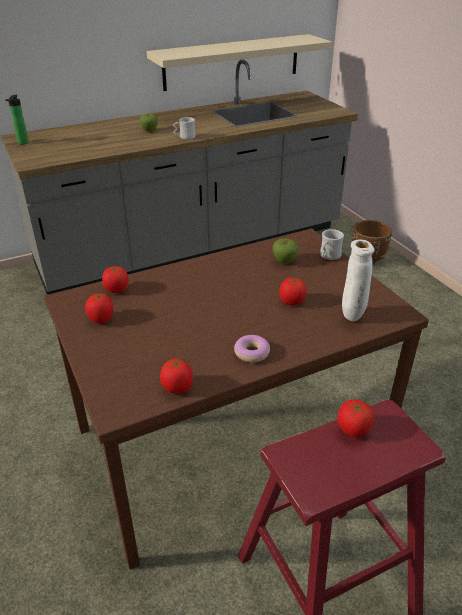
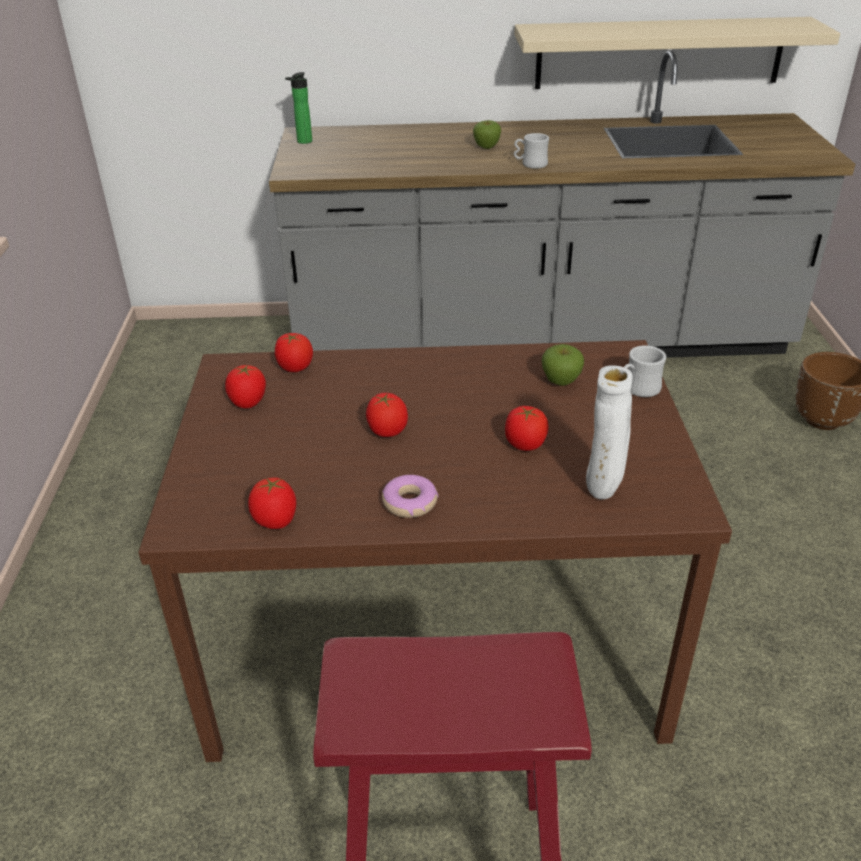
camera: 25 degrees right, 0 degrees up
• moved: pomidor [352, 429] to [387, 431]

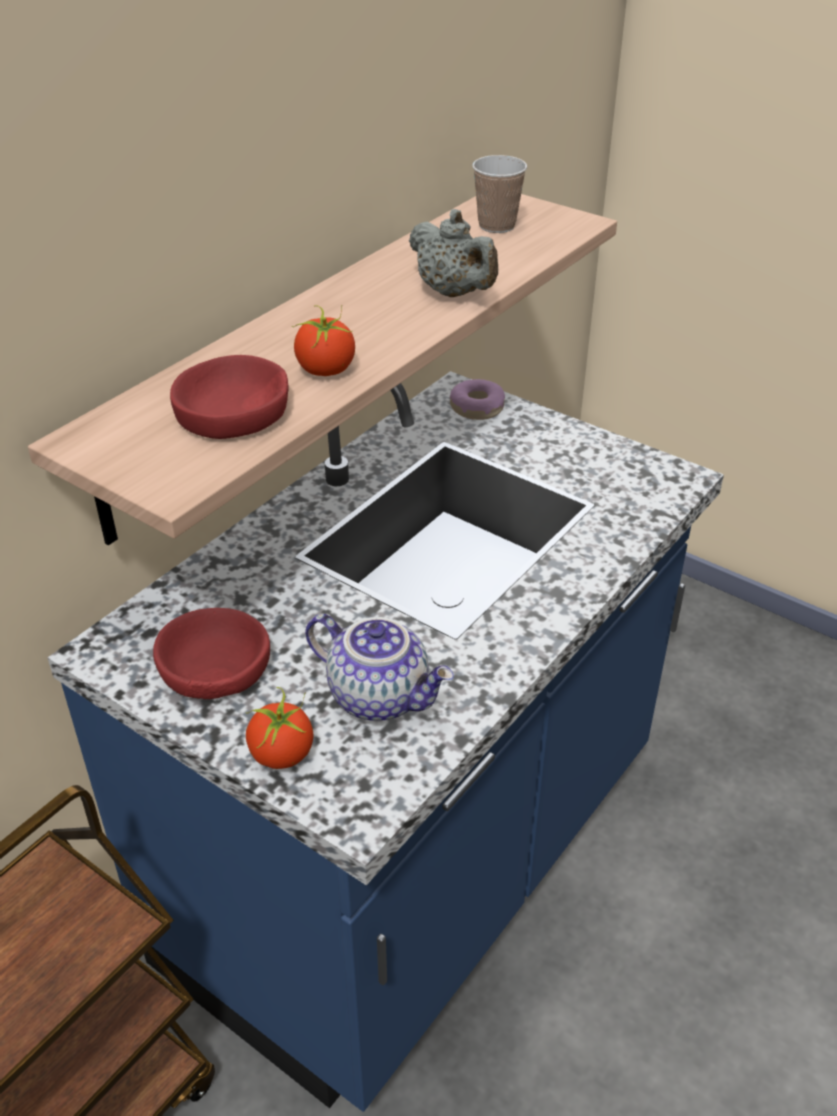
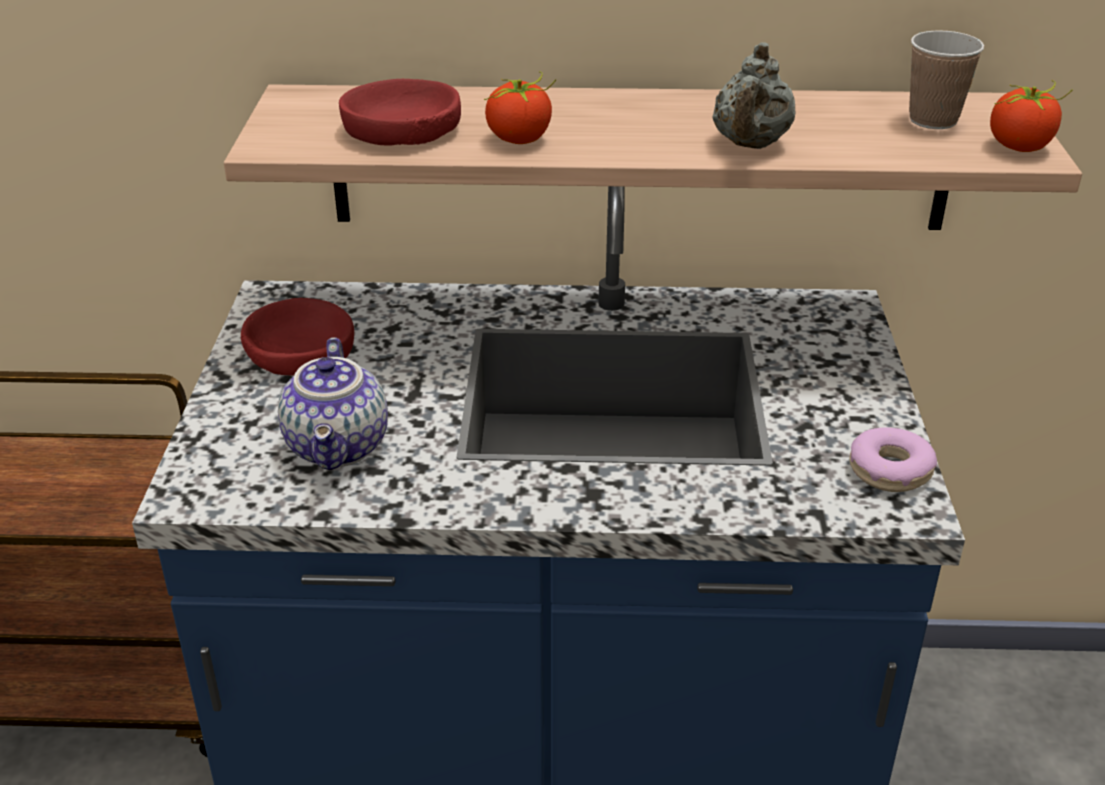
camera: 55 degrees right, 5 degrees down
• moved: donut [477, 407] to [890, 470]
• moved: pomidor [282, 754] to [1019, 146]

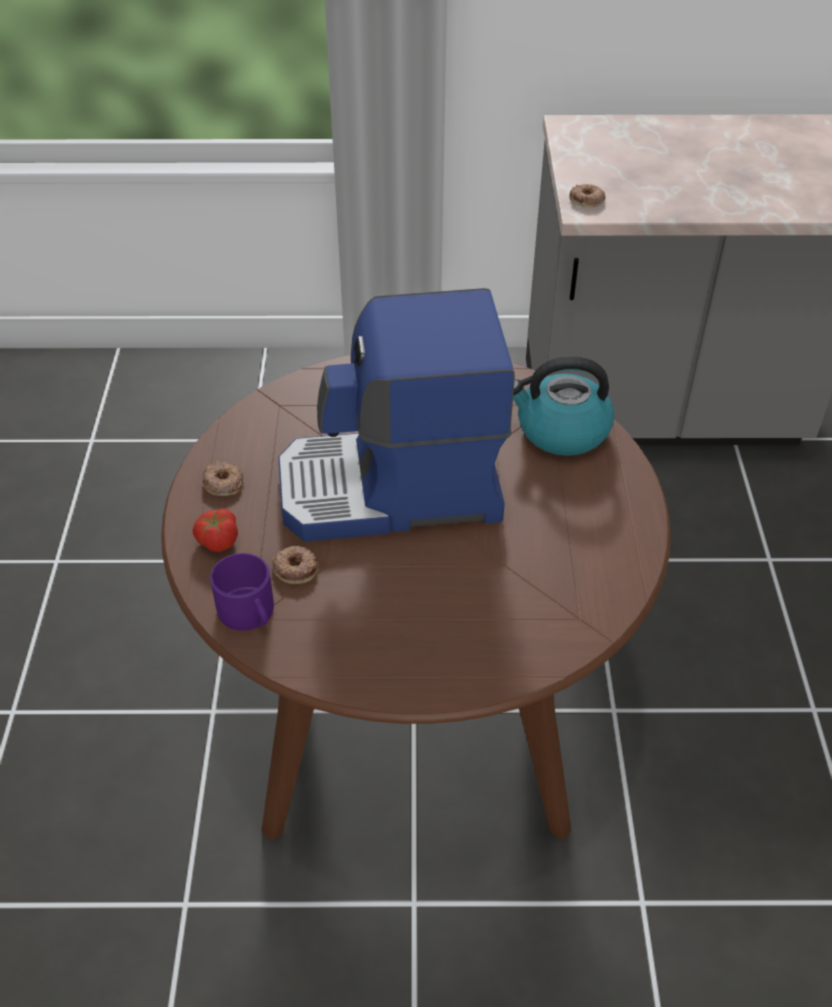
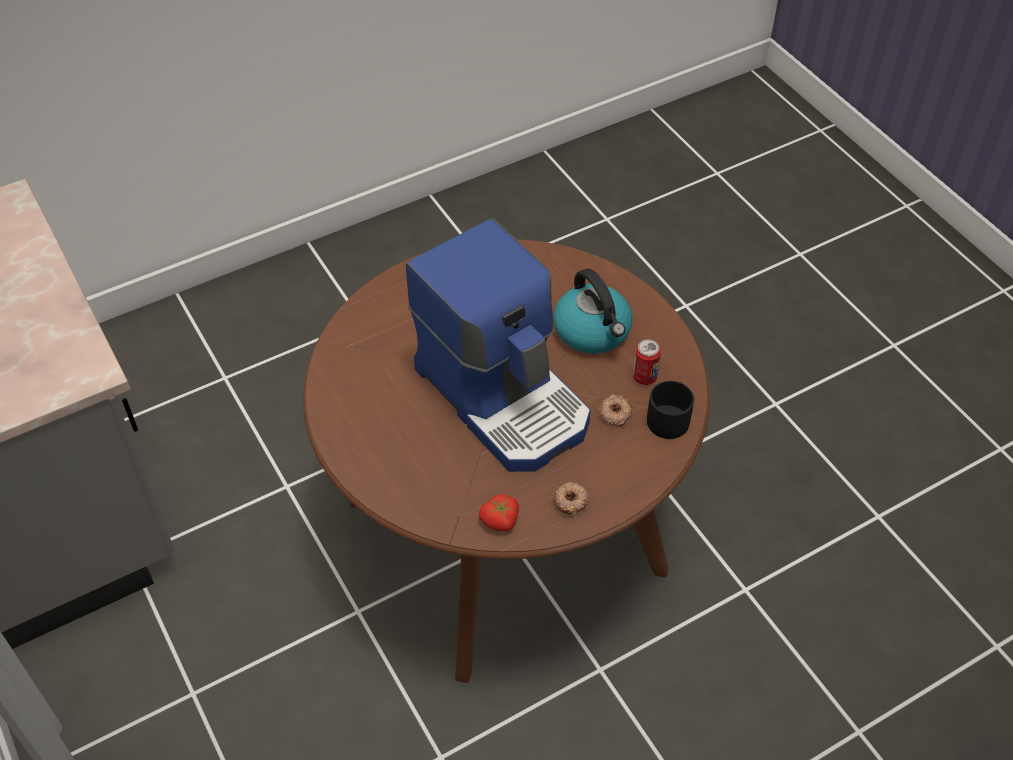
camera: 120 degrees left, 5 degrees up
• removed: donut [587, 200]
• moved: czajnik [561, 431] to [593, 331]
• moved: pomidor [217, 540] to [500, 521]
• recoloured: kubek [fioletowy] [249, 613] to kubek [czarny] [670, 417]
• added: puszka [644, 377]

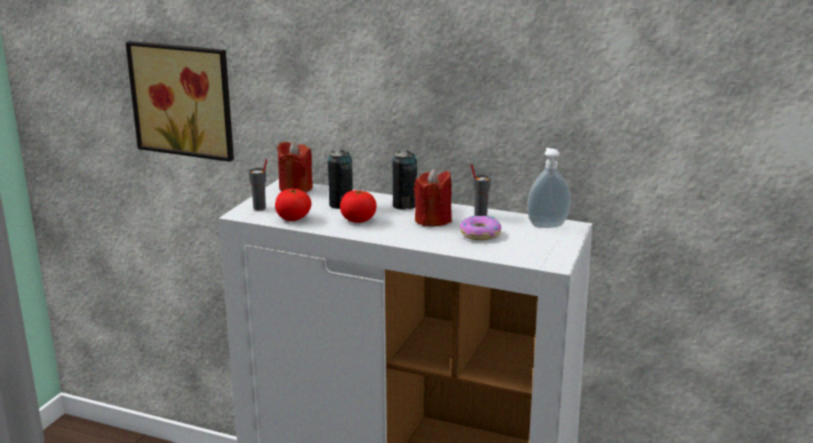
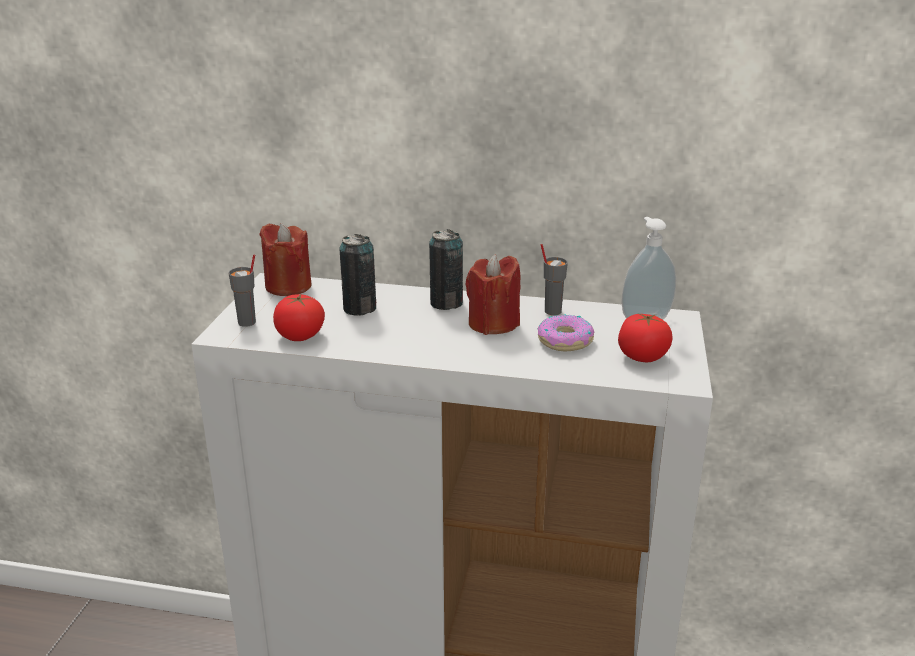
camera: 10 degrees left, 5 degrees up
• removed: obraz [184, 99]
• moved: pomidor [358, 220] to [642, 356]

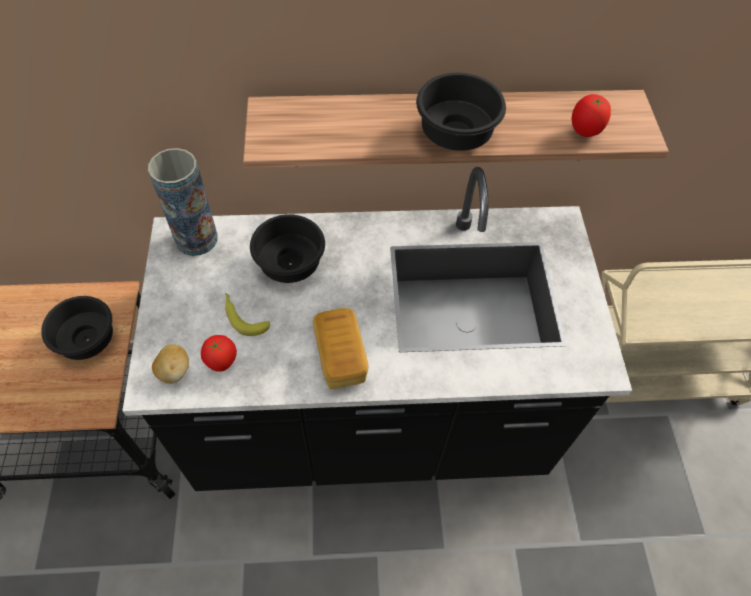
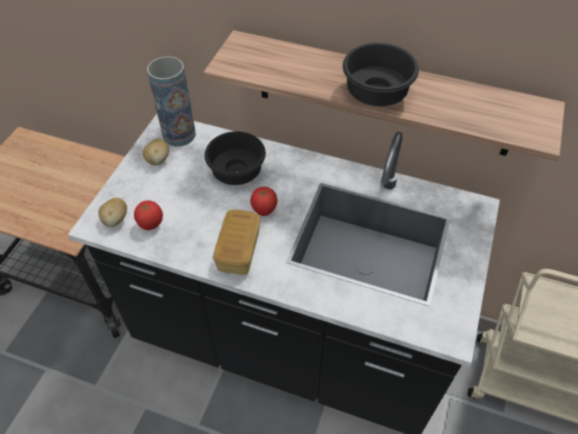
camera: 25 degrees right, 5 degrees down
• moved: pomidor [584, 132] to [264, 211]
• removed: banan [243, 316]
• removed: miska [czarny] [88, 338]
• added: ziemniak [158, 160]

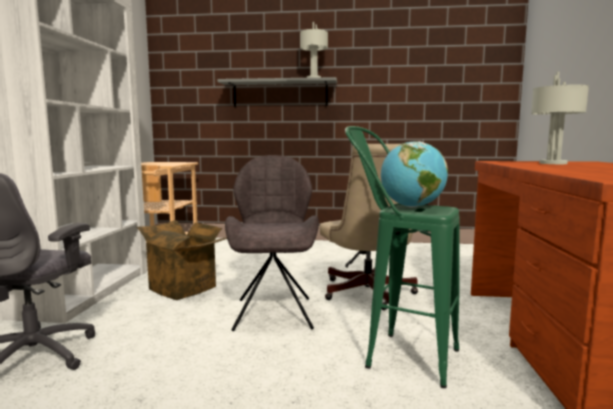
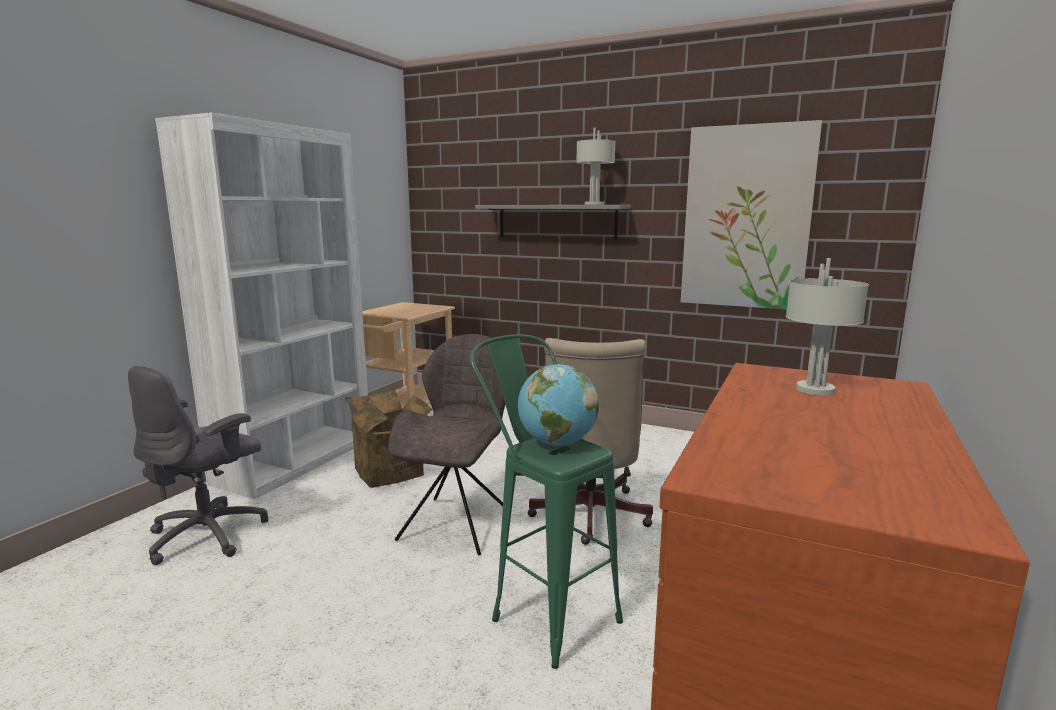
camera: 20 degrees right, 5 degrees up
• added: obraz [746, 218]

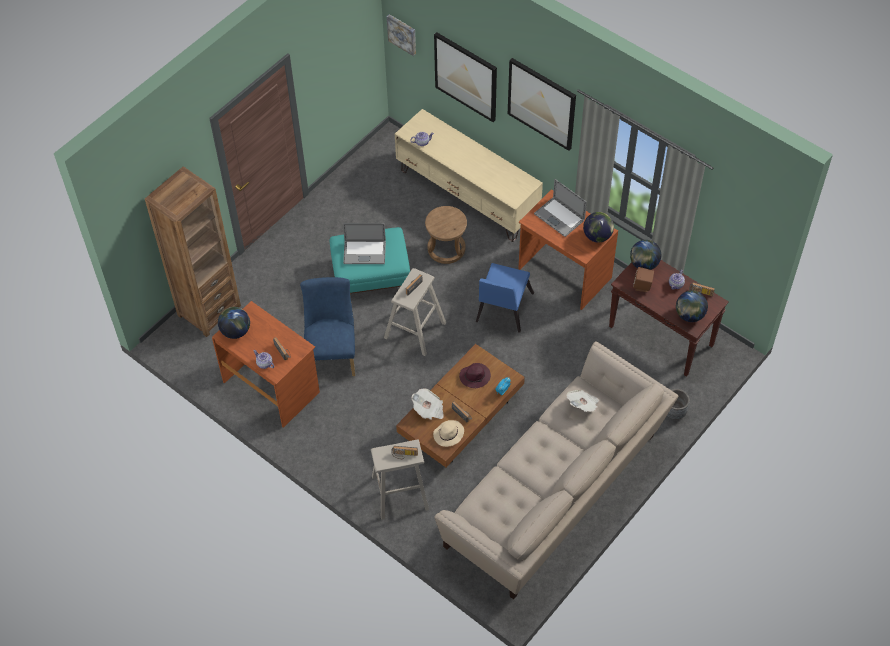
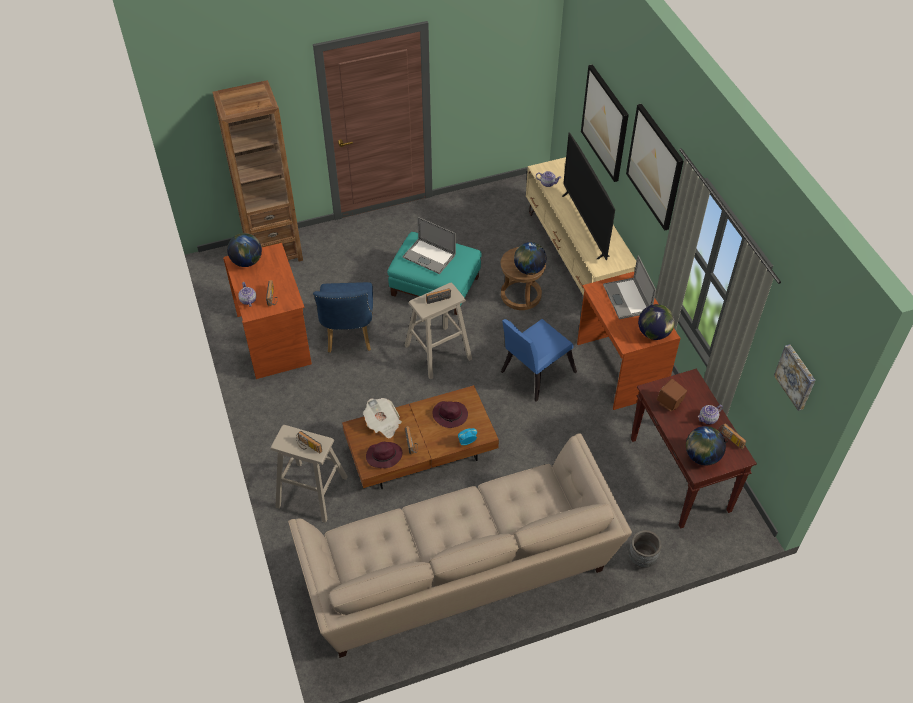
camera: 30 degrees right, 5 degrees down
• moved: obraz [402, 34] to [796, 376]
• moved: globus [644, 264] to [529, 269]
• turned: krzesło [niebieski] [332, 353] = [348, 336] 150 degrees clockwise
• removed: gazeta [583, 405]
• recoloured: kapelusz [beżowy] [448, 435] to kapelusz [fioletowy] [383, 456]
• added: telewizor [585, 225]

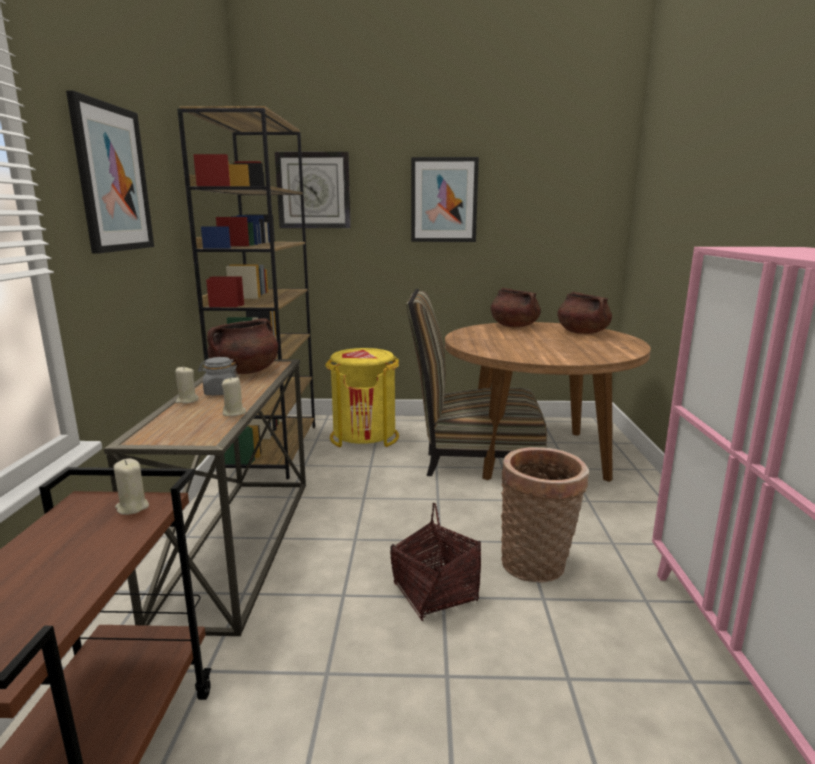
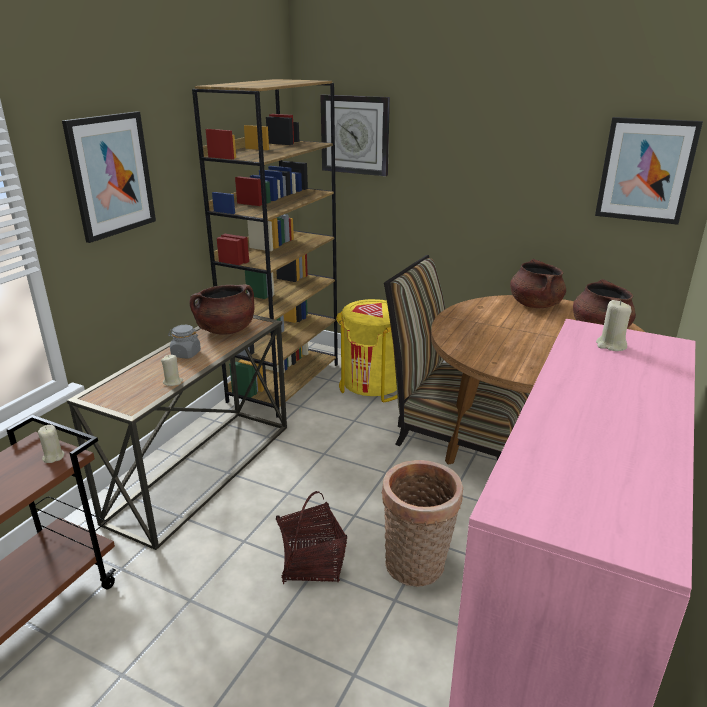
camera: 25 degrees right, 10 degrees up
• moved: obraz [444, 200] to [645, 170]
• moved: świeca [beżowy] [187, 400] to [611, 345]

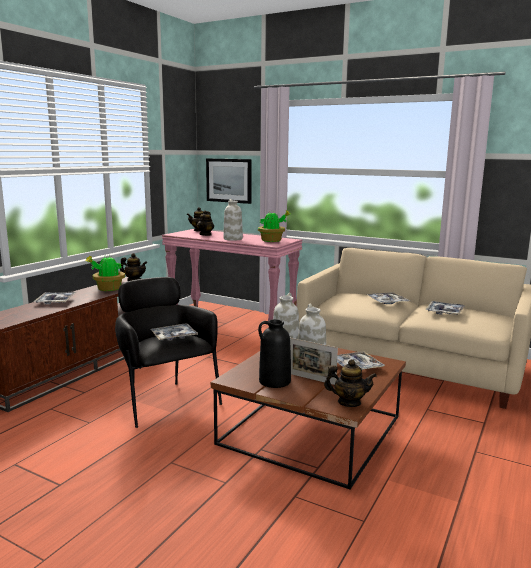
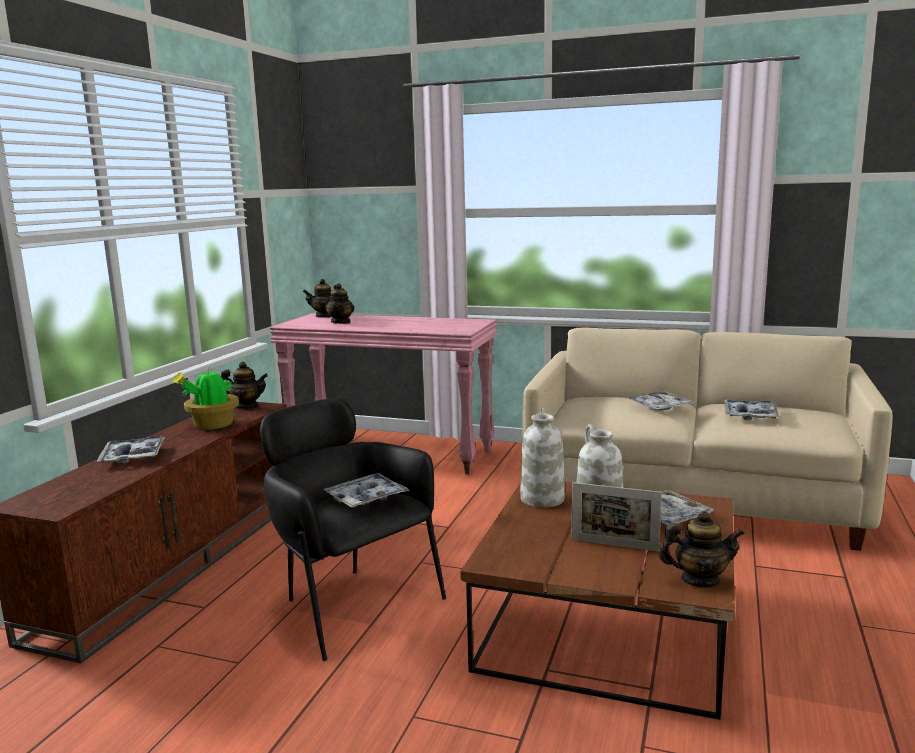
camera: 10 degrees left, 0 degrees up
• removed: obraz [229, 180]
• removed: wazon [biały] [232, 239]
• removed: roślina doniczkowa [272, 241]
• removed: wazon [czarny] [274, 381]

